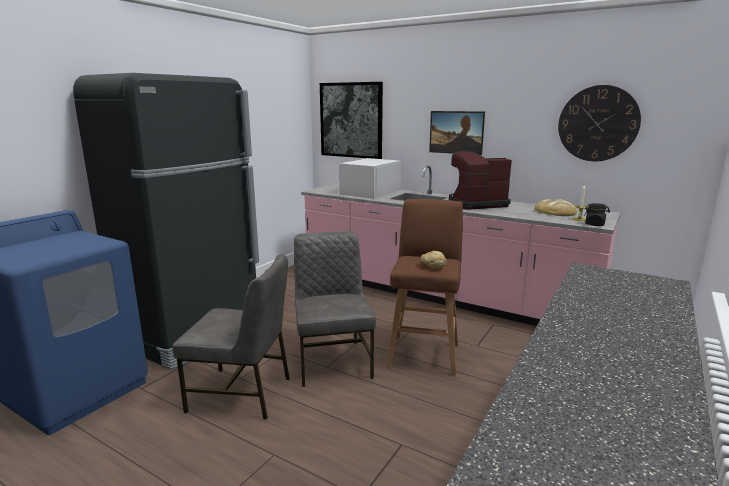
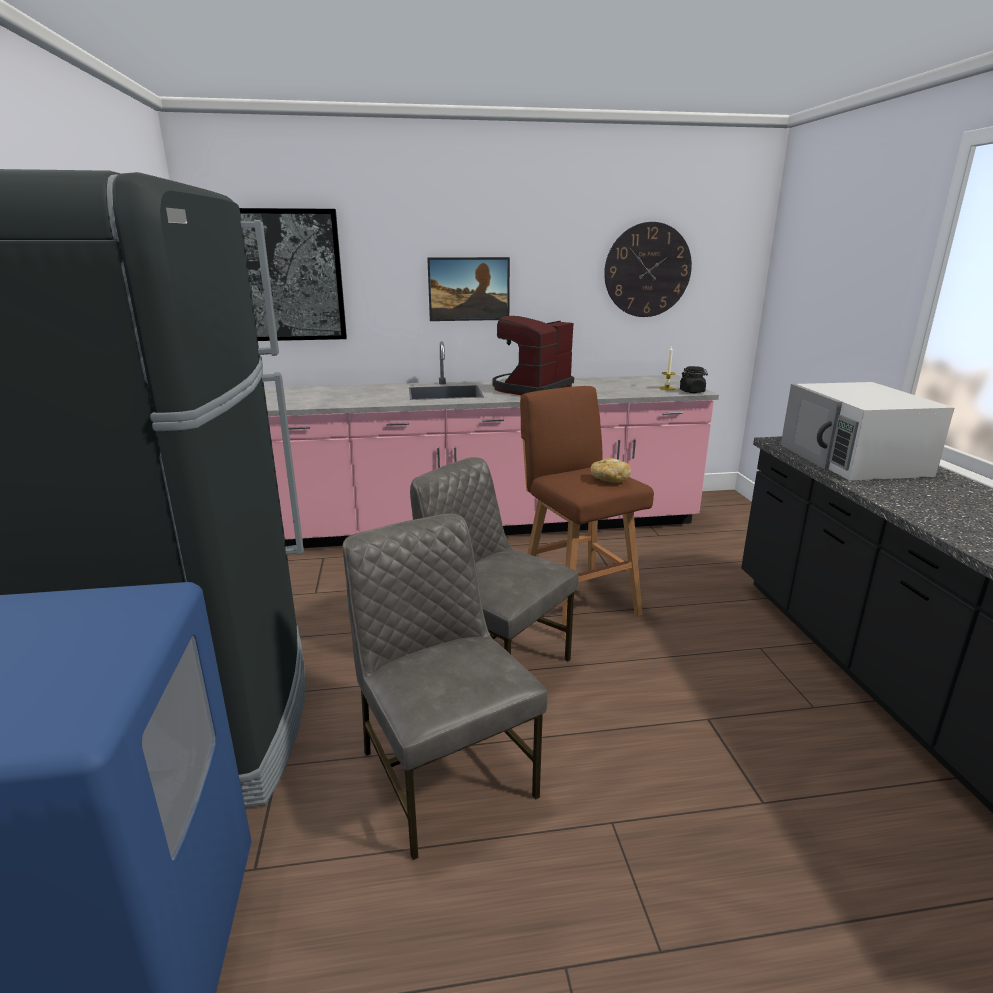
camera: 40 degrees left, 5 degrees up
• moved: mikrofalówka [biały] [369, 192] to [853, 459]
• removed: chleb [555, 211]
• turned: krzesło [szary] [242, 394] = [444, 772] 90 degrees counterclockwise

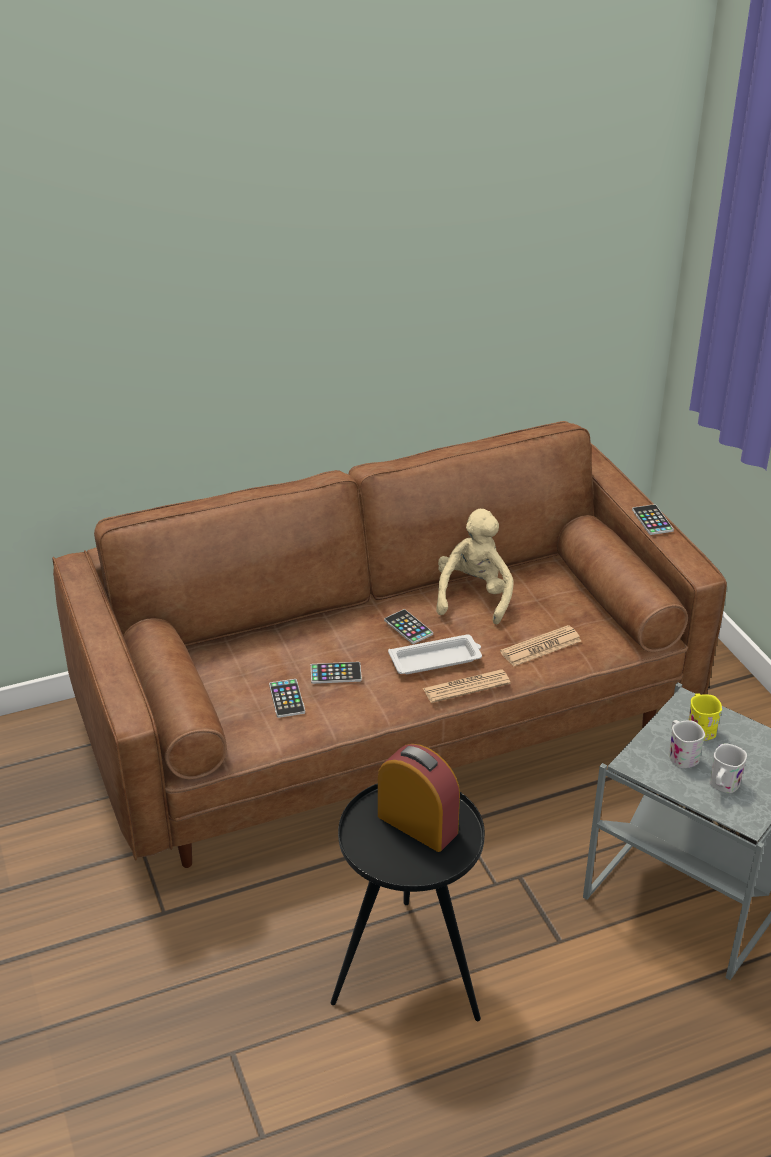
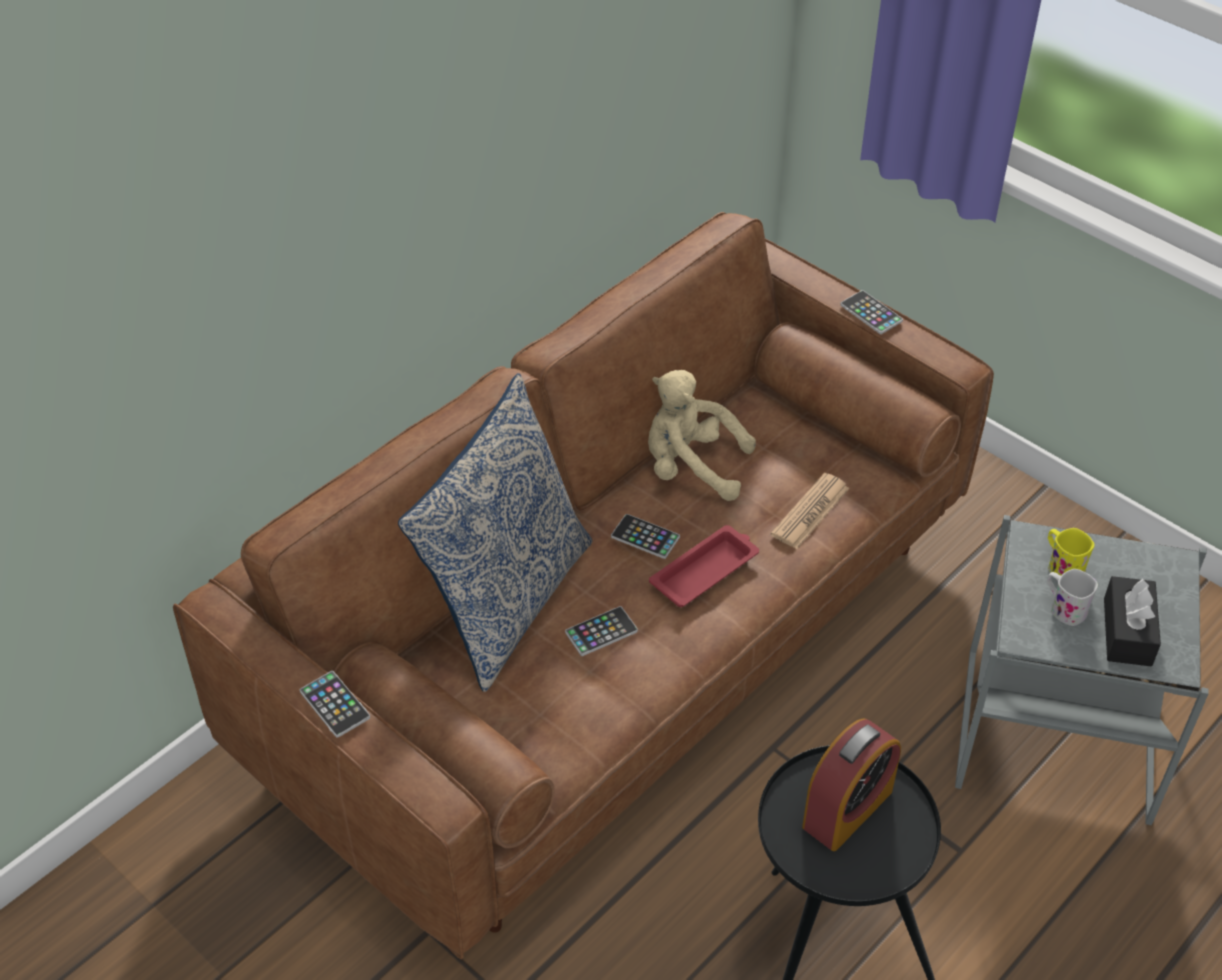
camera: 25 degrees left, 10 degrees up
• turned: pluszak [beżowy] [473, 596] = [691, 467] 60 degrees counterclockwise
• recoloured: taca [biały] [436, 659] to taca [czerwony] [706, 570]
• removed: gazeta [466, 687]
• moved: telefon [287, 699] to [335, 705]
• replaced: kubek [biały] [722, 786] to pudełko chusteczek [czarny] [1127, 632]
• turned: budzik [417, 824] = [847, 809] 120 degrees clockwise
• added: poduszka [506, 600]

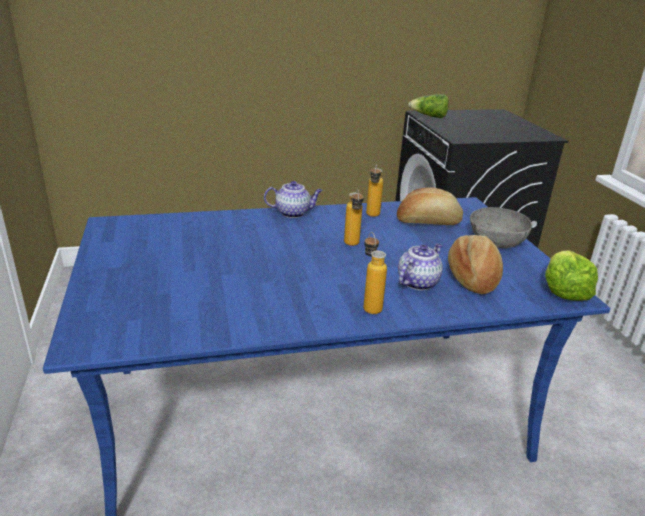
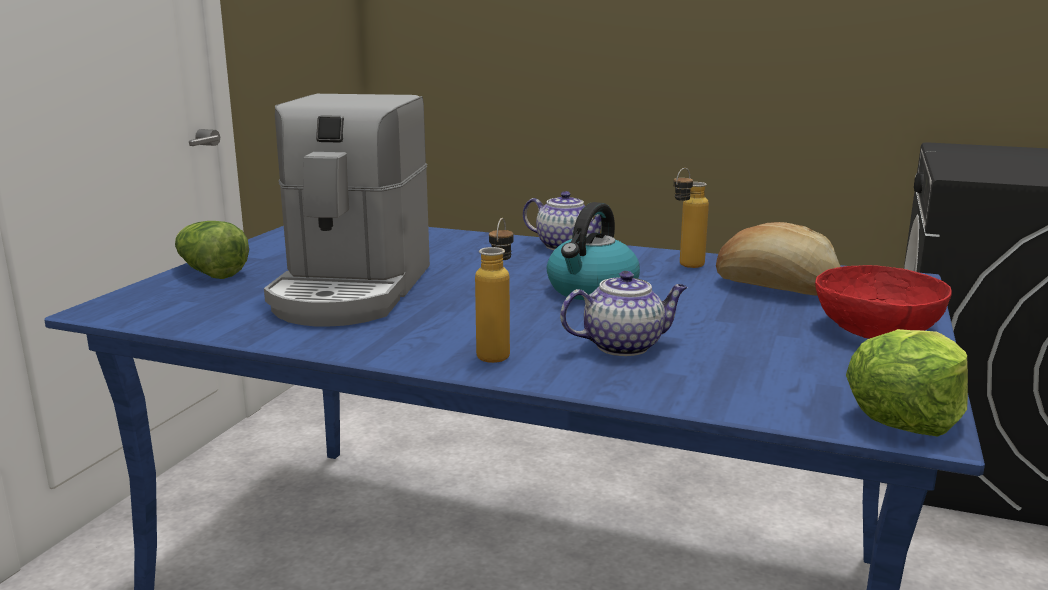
camera: 35 degrees right, 10 degrees down
• moved: sałata [429, 116] to [210, 272]
• replaced: butelka [352, 245] to czajnik [592, 290]
• recoloured: miska [szary] [496, 241] to miska [czerwony] [876, 329]
• removed: chleb [473, 277]
• added: ekspres do kawy [352, 291]

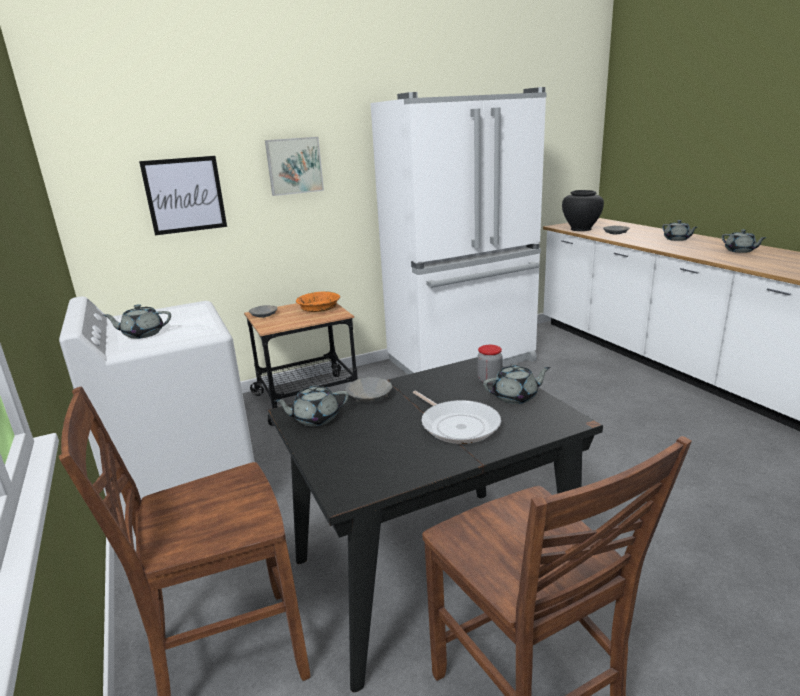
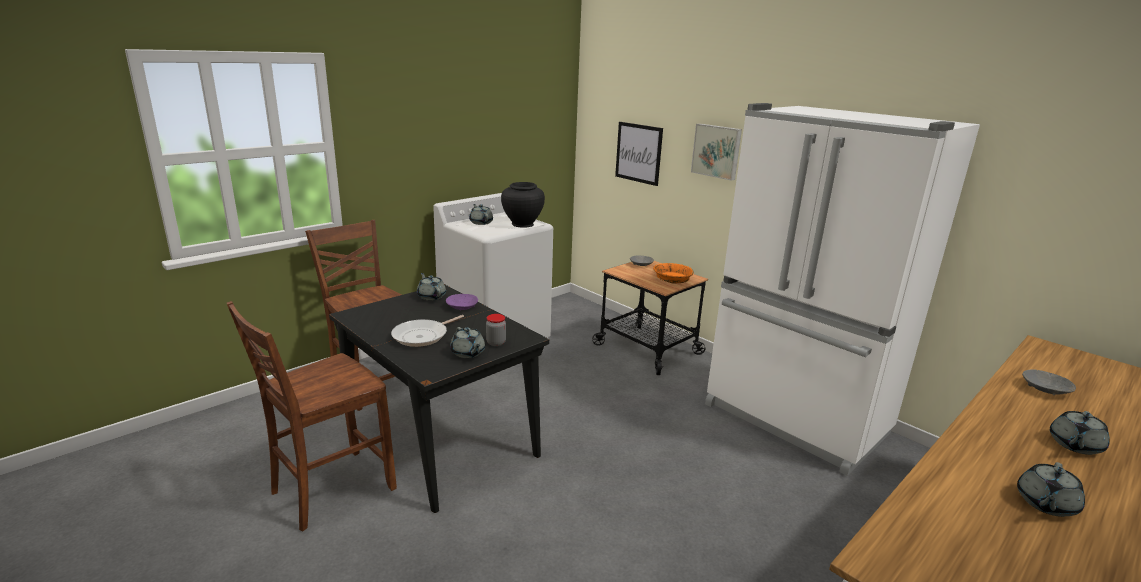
camera: 70 degrees right, 0 degrees up
• moved: wazon [czarny] [581, 229] to [522, 224]
• recoloured: miska [szary] [369, 397] to miska [fioletowy] [462, 307]

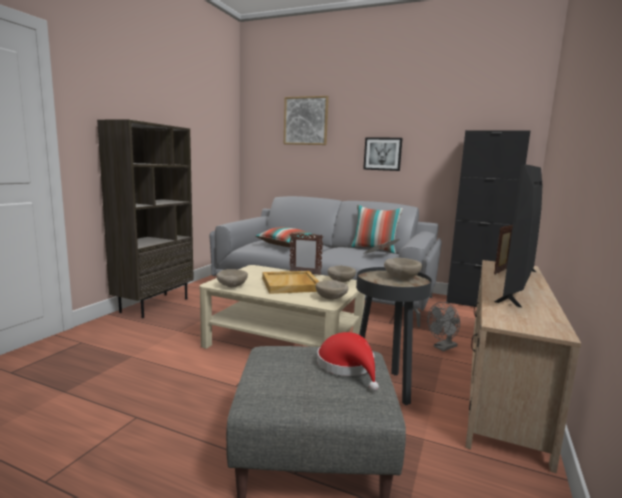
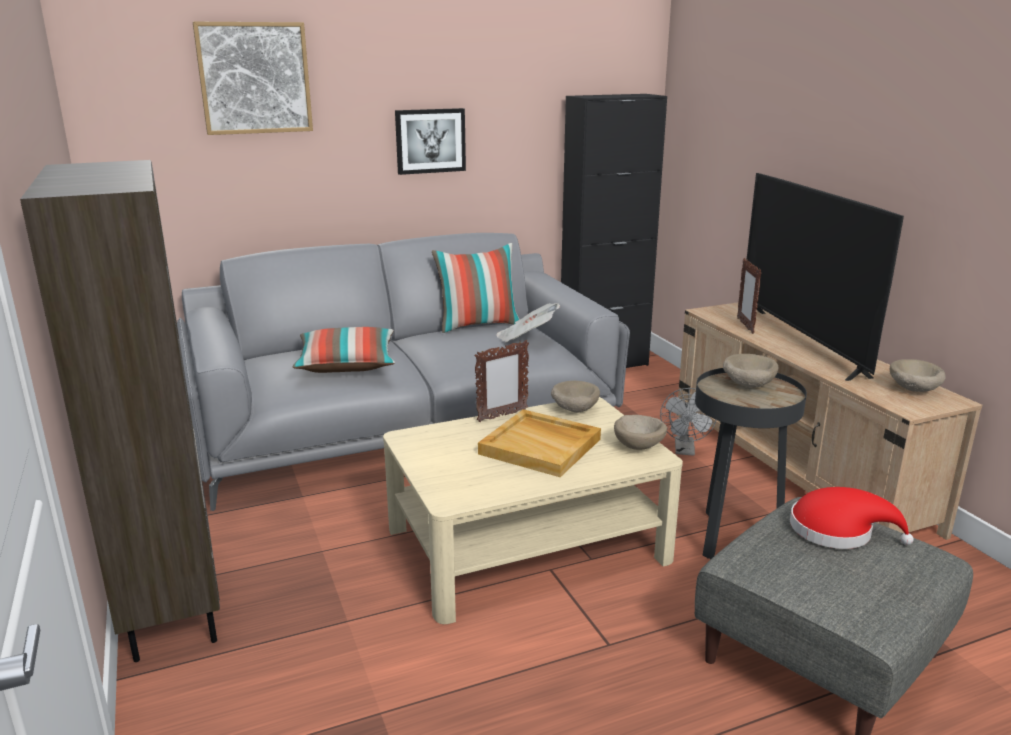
camera: 45 degrees left, 10 degrees up
• moved: miska [beżowy] [231, 286] to [912, 390]

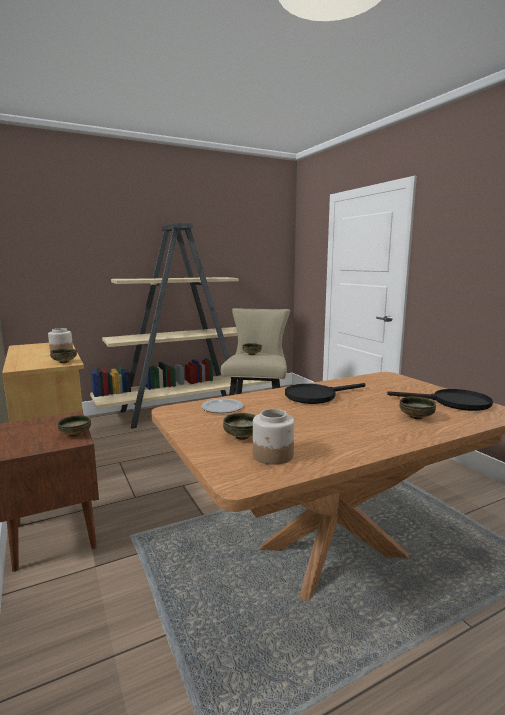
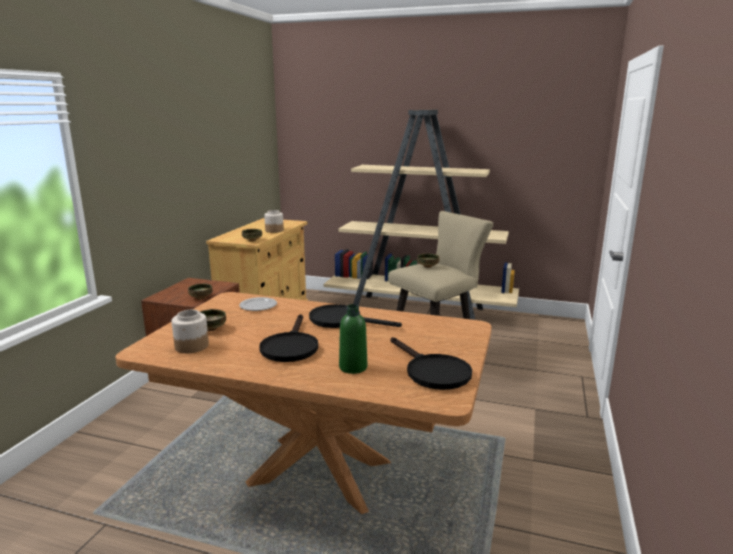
camera: 45 degrees right, 5 degrees up
• replaced: miska [416, 417] to butelka [zielony] [353, 367]
• added: patelnia [czarny] [290, 347]

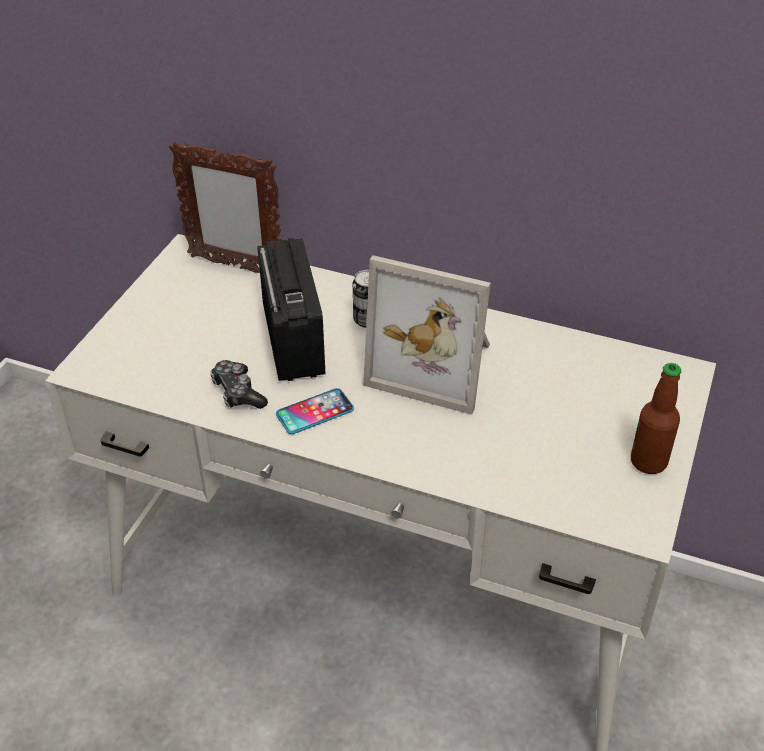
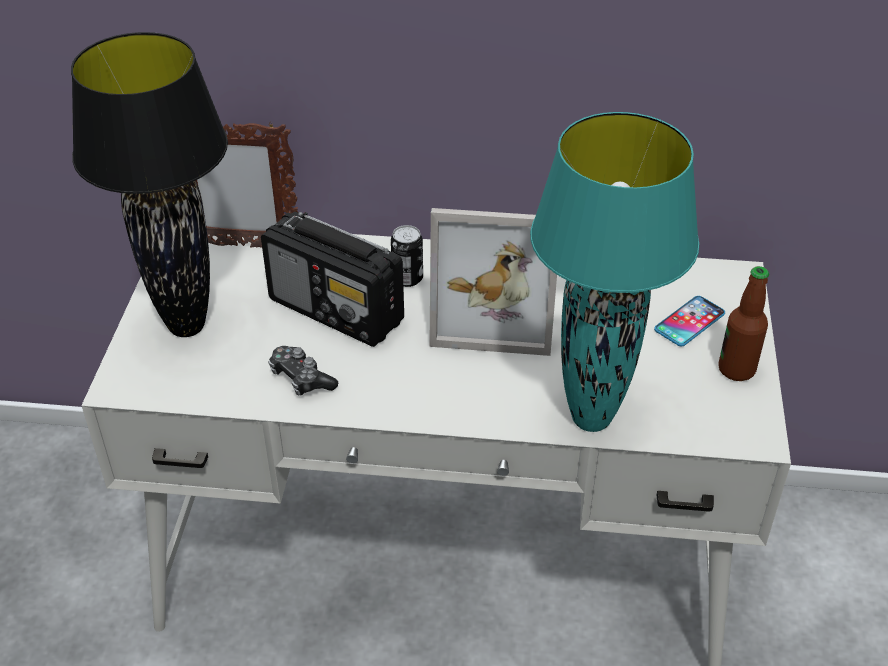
camera: 15 degrees left, 0 degrees up
• turned: radio [293, 338] = [337, 311] 150 degrees clockwise
• moved: telefon [315, 412] to [689, 322]
• added: lampa stołowa [czarny] [187, 327]
• added: lampa stołowa [turkusowy] [592, 419]

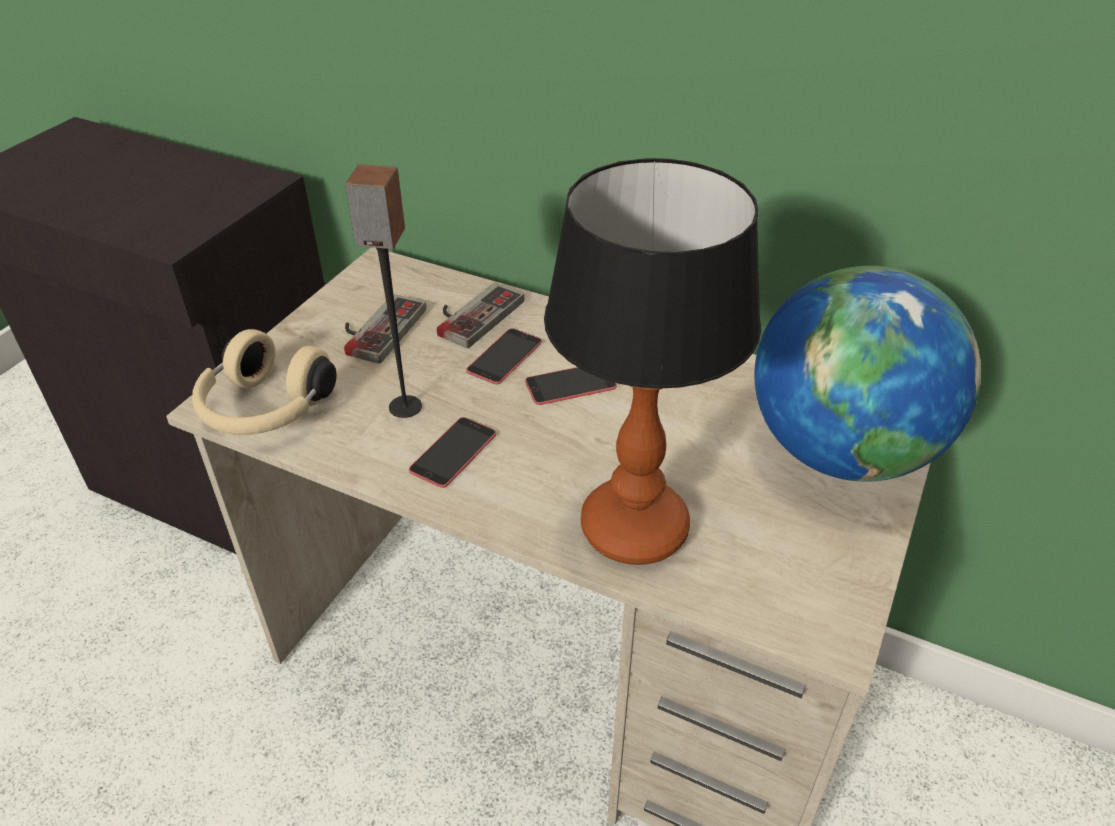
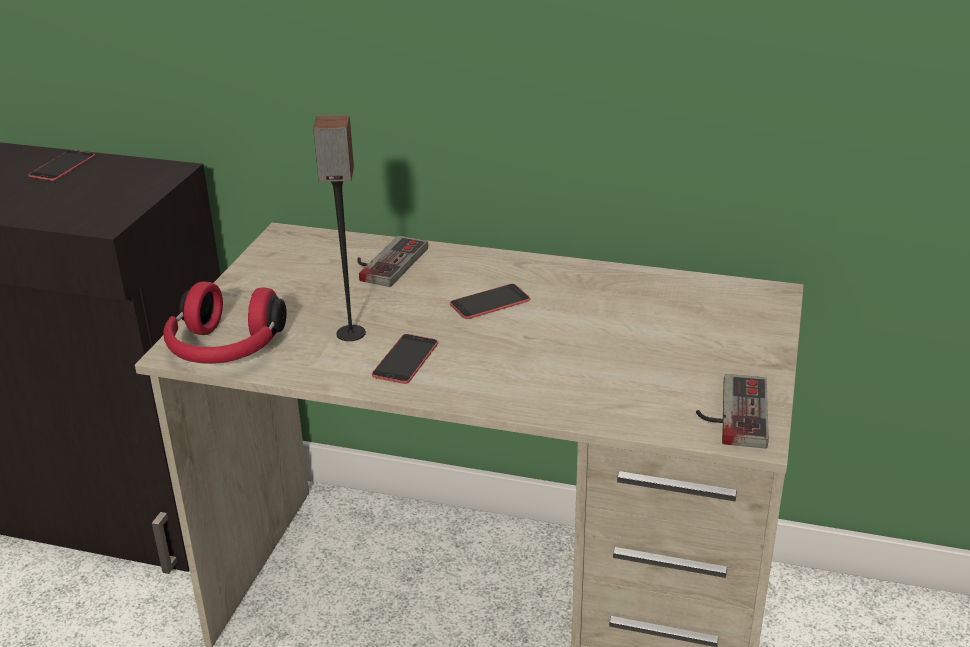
camera: 10 degrees left, 10 degrees down
• removed: lampa stołowa [632, 527]
• removed: globus [841, 451]
• moved: pad do gier [376, 328] to [731, 412]
• moved: telefon [504, 356] to [62, 166]
• recoloured: słuchawki [beżowy] [264, 410] to słuchawki [czerwony] [224, 350]

